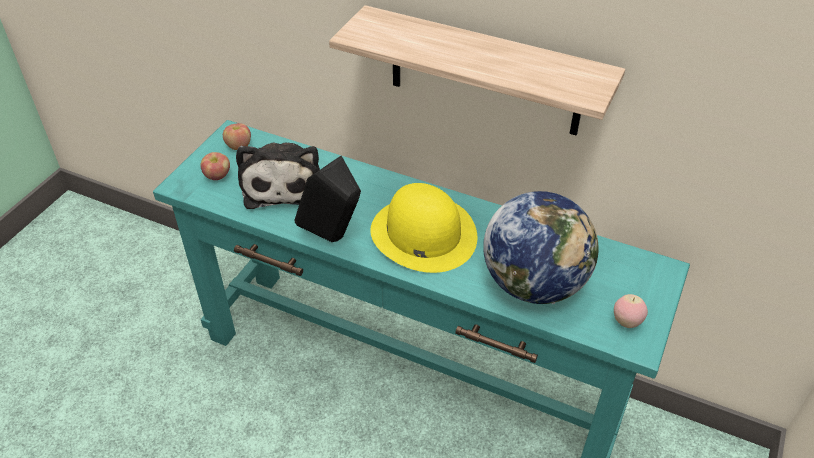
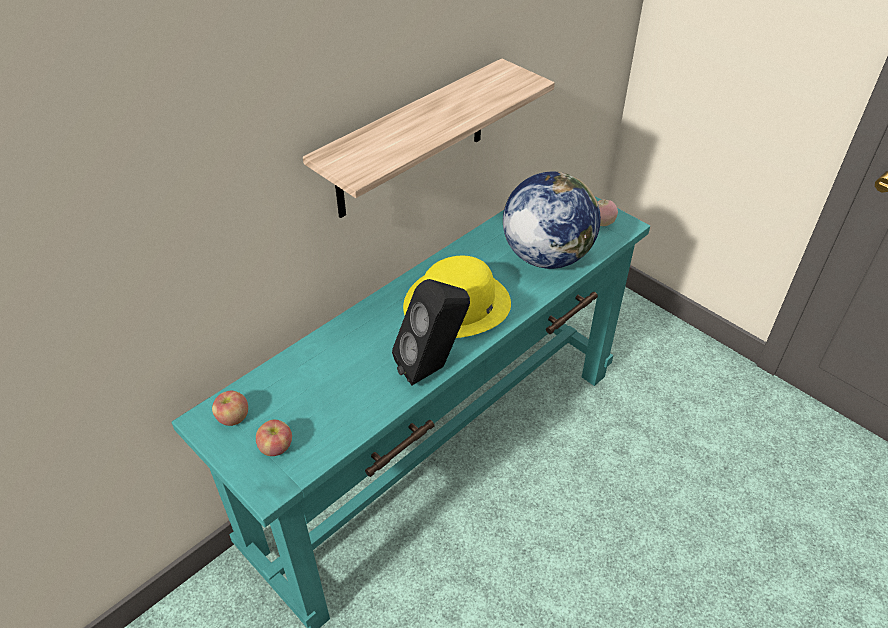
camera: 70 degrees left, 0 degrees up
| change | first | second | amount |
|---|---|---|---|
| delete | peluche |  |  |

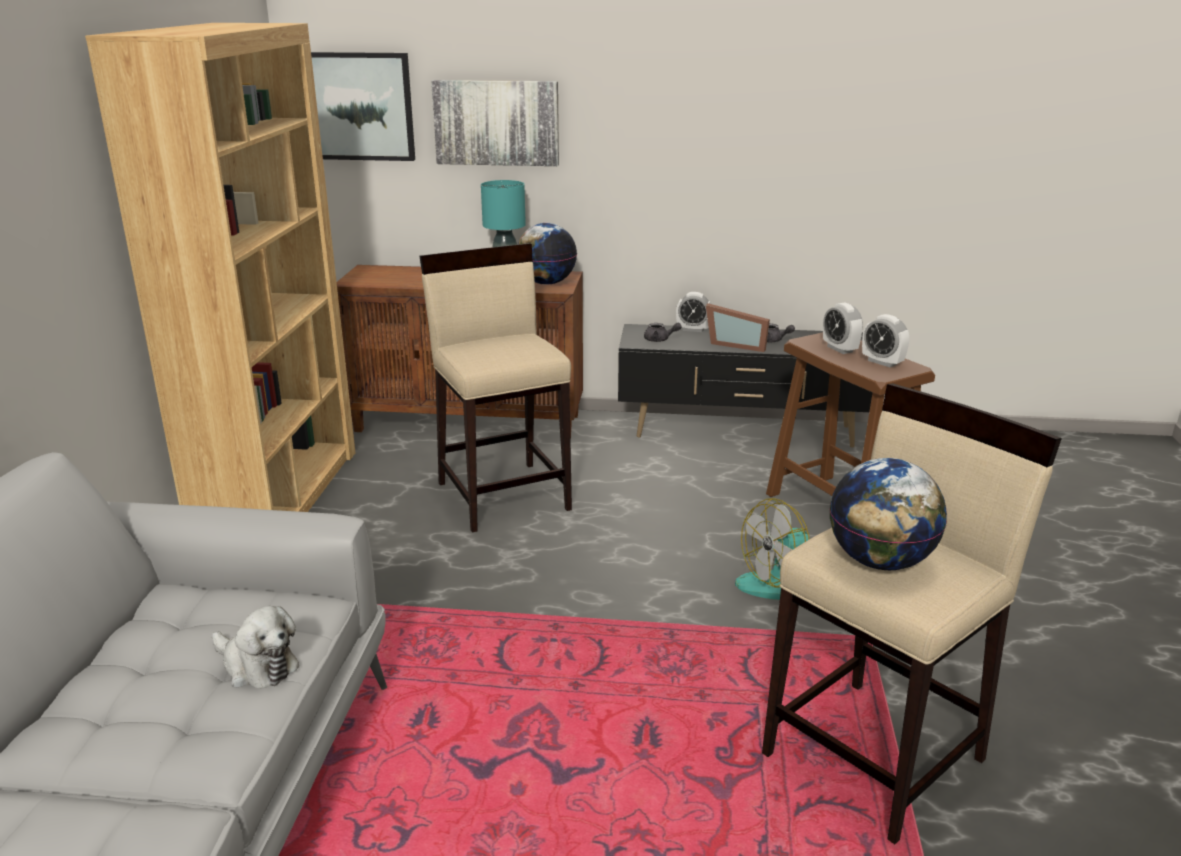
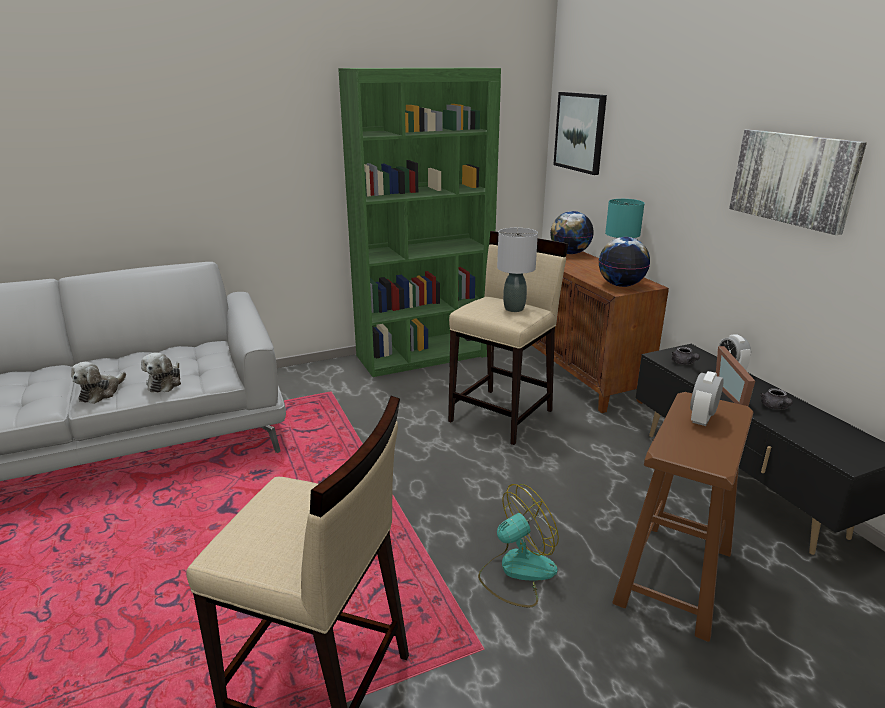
camera: 60 degrees right, 0 degrees up
| change | first | second | amount |
|---|---|---|---|
| recolor | estantería/marrón | estantería/verde |  |
| move | cuadro (2nd from left) |  |  |
| rotate | ventilador |  | 120 degrees clockwise |
| move | globo terráqueo (2nd from left in the first image) | globo terráqueo (1st from left) |  |
| delete | despertador (3rd from left) |  |  |
| insert |  | peluche (1st from left) |  |
| insert |  | lámpara de mesa/gris |  |

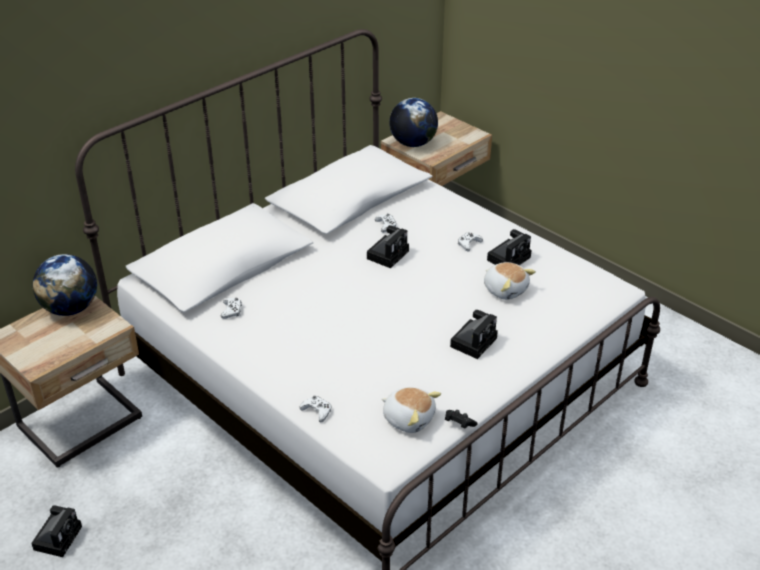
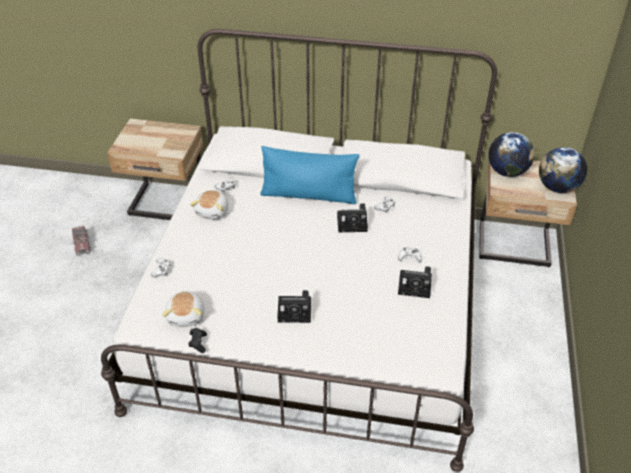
camera: 55 degrees right, 5 degrees up
| change | first | second | amount |
|---|---|---|---|
| replace | cámara (1st from left) | camión de juguete |  |
| move | globo terráqueo (1st from left in the first image) | globo terráqueo (2nd from left) |  |
| move | peluche (2nd from left) |  |  |
| insert |  | cojín/azul |  |

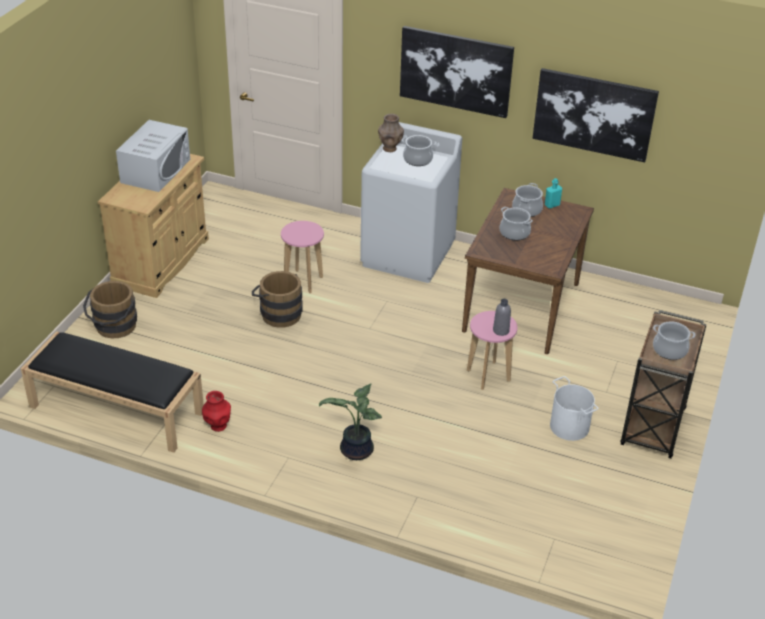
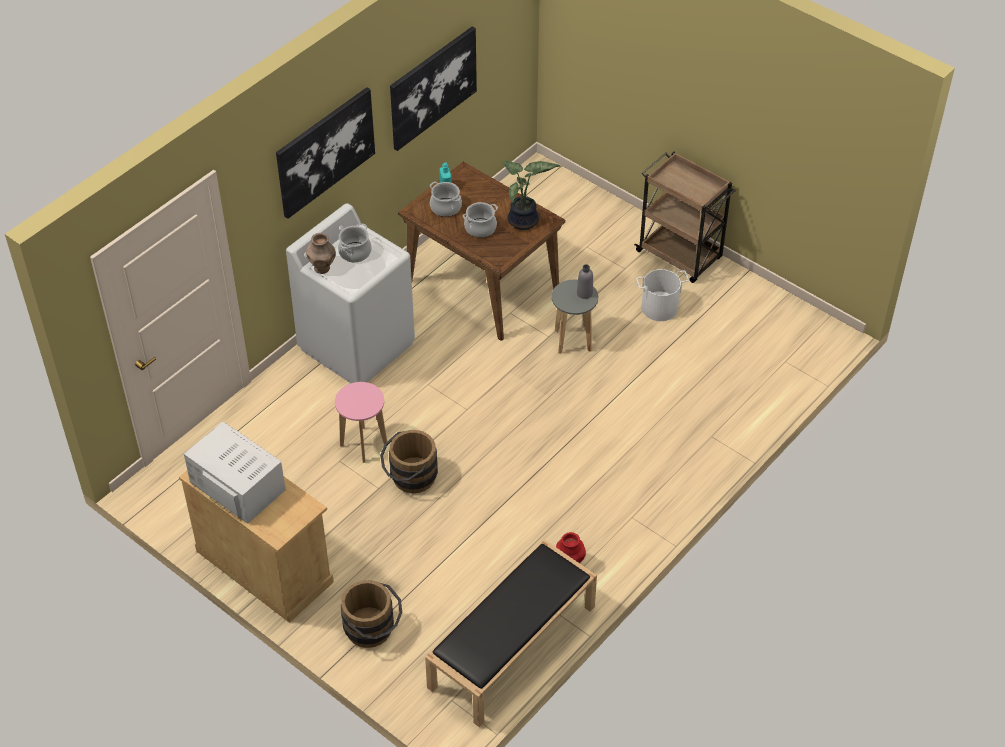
camera: 70 degrees left, 10 degrees up
| change | first | second | amount |
|---|---|---|---|
| move | planta en maceta |  |  |
| recolor | taburete/rosa (2nd from left) | taburete/gris |  |
| delete | olla (4th from left) |  |  |

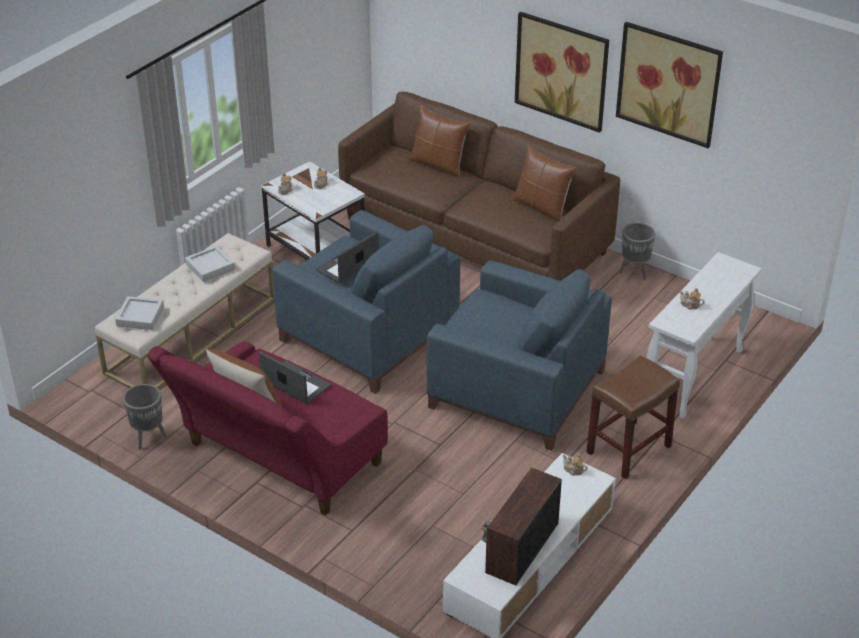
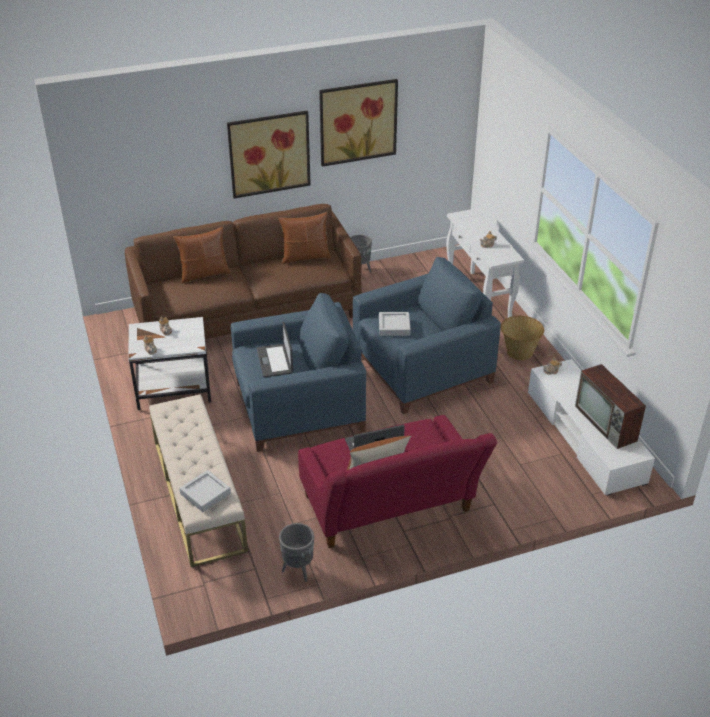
camera: 55 degrees left, 0 degrees up
| change | first | second | amount |
|---|---|---|---|
| move | bandeja/gris (2nd from left) |  |  |
| replace | taburete/marrón | cesta |  |

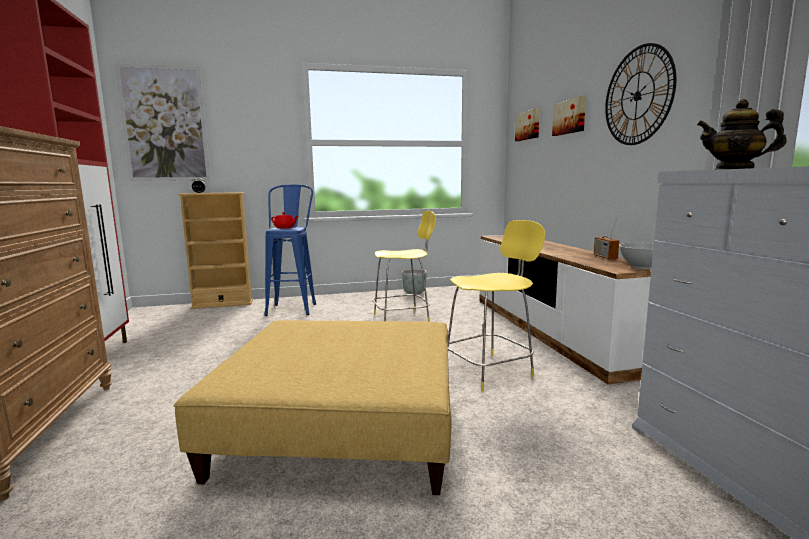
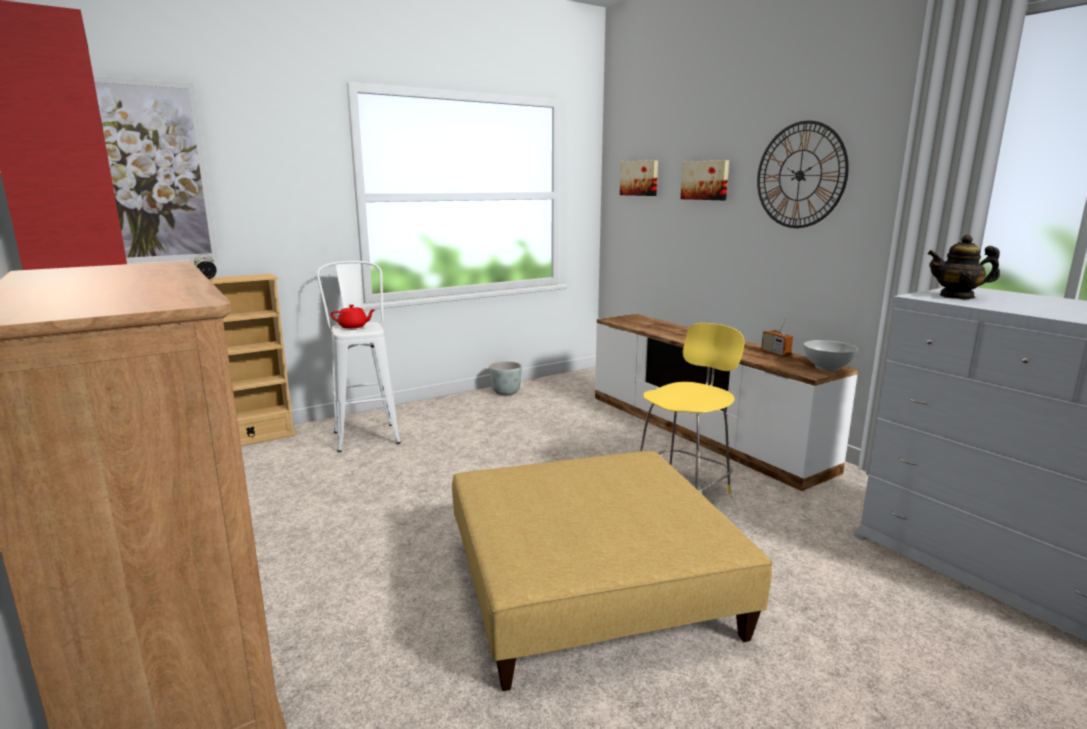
camera: 20 degrees left, 5 degrees up
| change | first | second | amount |
|---|---|---|---|
| recolor | taburete/azul | taburete/blanco |  |
| delete | taburete/amarillo (1st from left) |  |  |

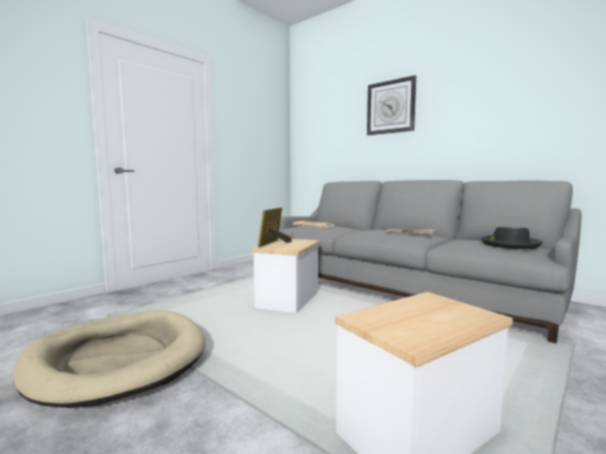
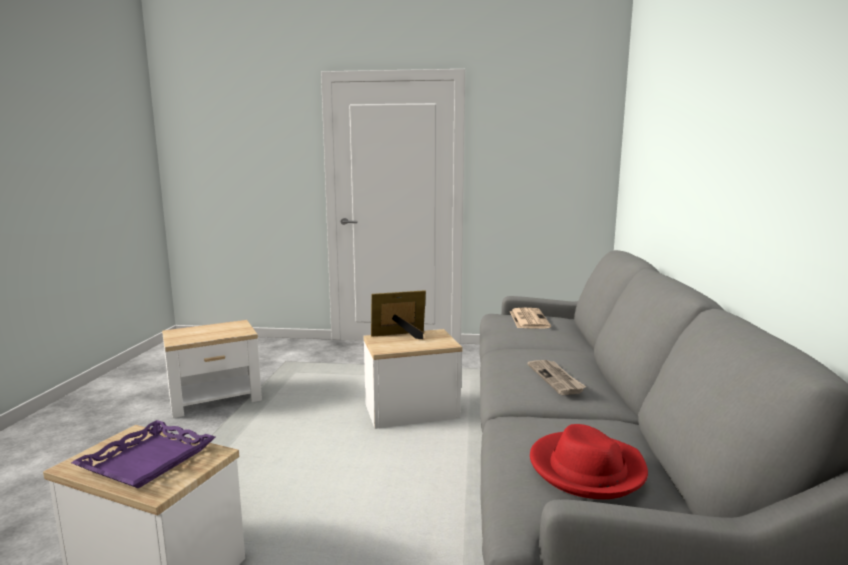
camera: 55 degrees right, 5 degrees up
| change | first | second | amount |
|---|---|---|---|
| replace | cama para perro/beis | mesa auxiliar (2nd from left) |  |
| delete | reloj de pared |  |  |
| recolor | sombrero/negro | sombrero/rojo |  |
| insert |  | bandeja/morado |  |

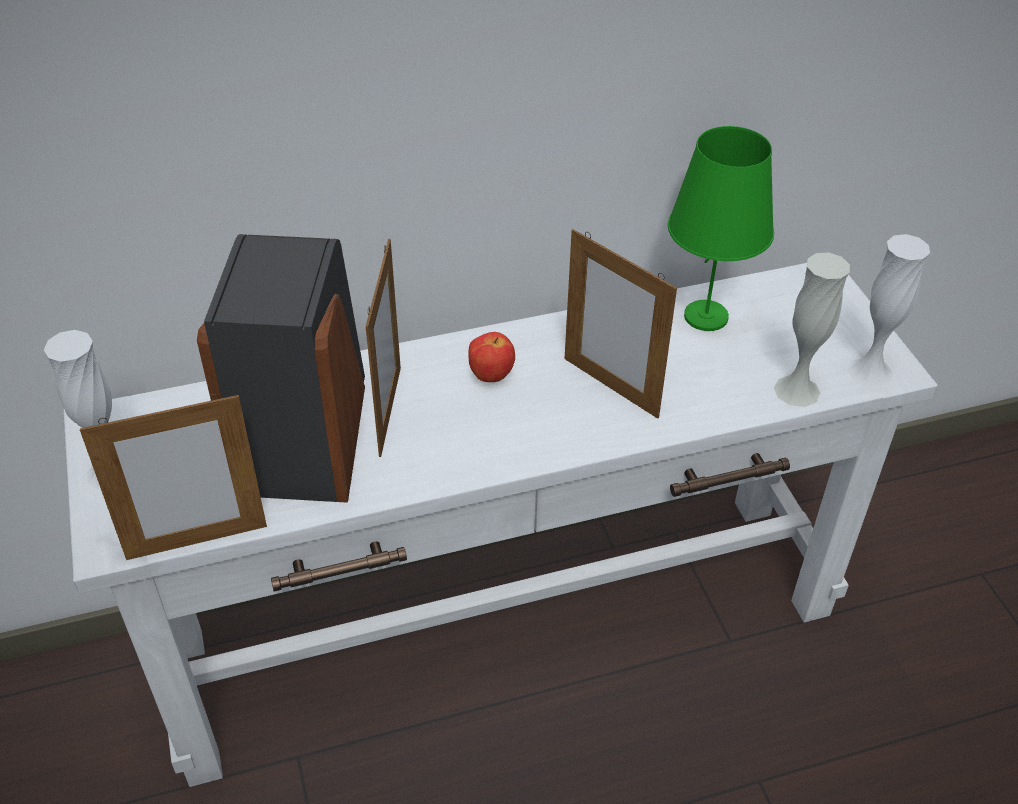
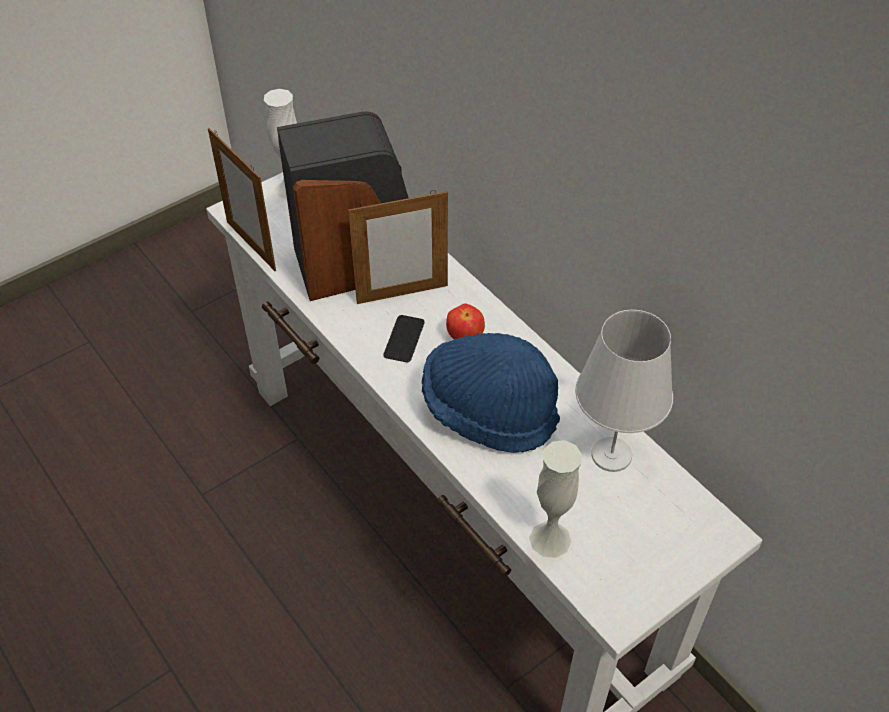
camera: 70 degrees right, 5 degrees up
| change | first | second | amount |
|---|---|---|---|
| replace | portarretratos (3rd from left) | sombrero/azul |  |
| recolor | lámpara de mesa/verde | lámpara de mesa/blanco |  |
| delete | florero/blanco (3rd from left) |  |  |
| insert |  | móvil |  |

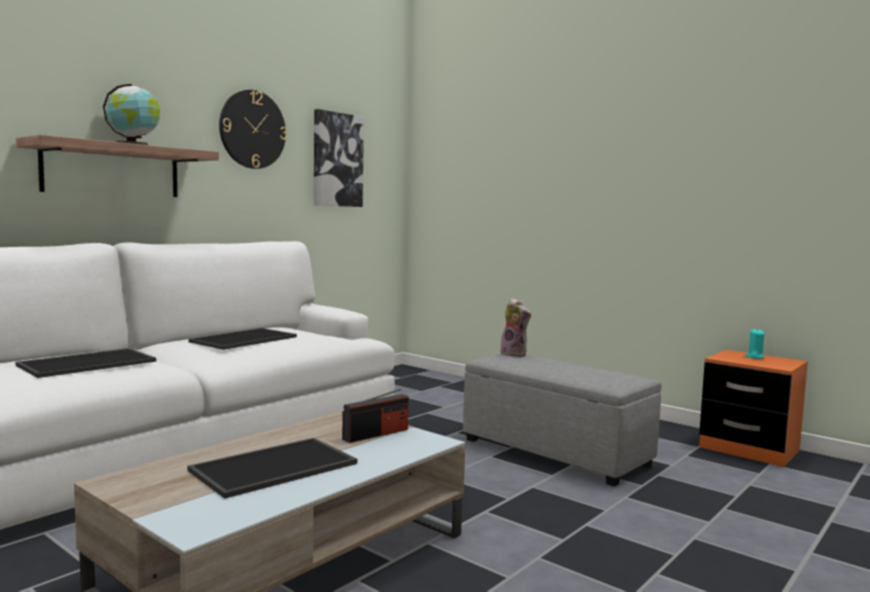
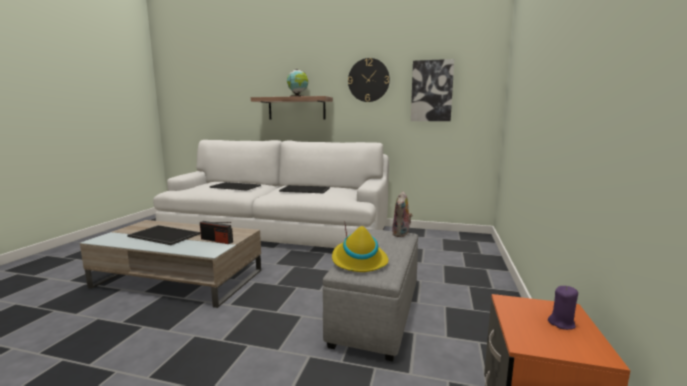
camera: 65 degrees right, 5 degrees up
| change | first | second | amount |
|---|---|---|---|
| recolor | vela/turquesa | vela/morado |  |
| insert |  | sombrero/amarillo |  |

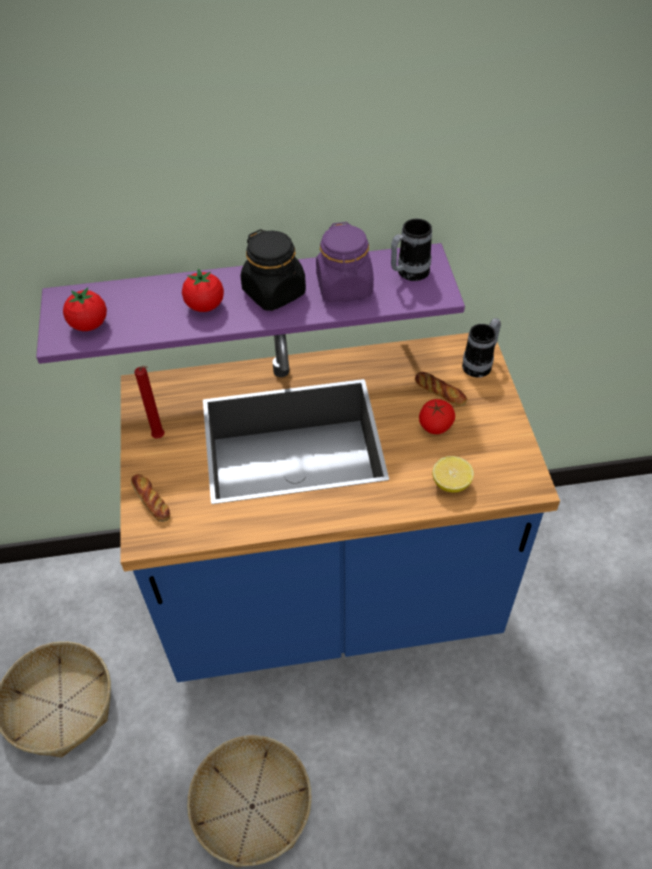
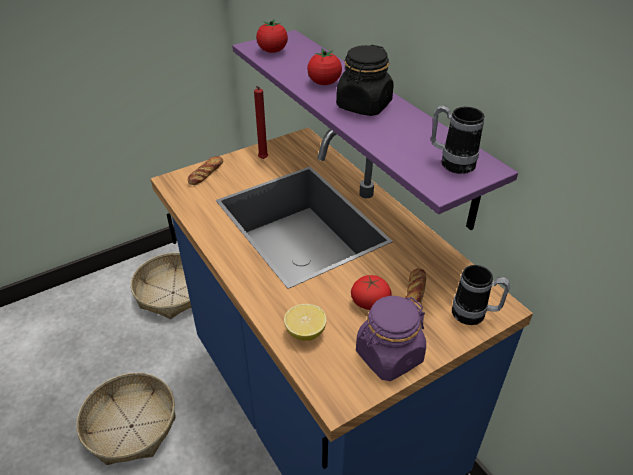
camera: 65 degrees right, 10 degrees down
| change | first | second | amount |
|---|---|---|---|
| move | tarro/morado |  |  |

